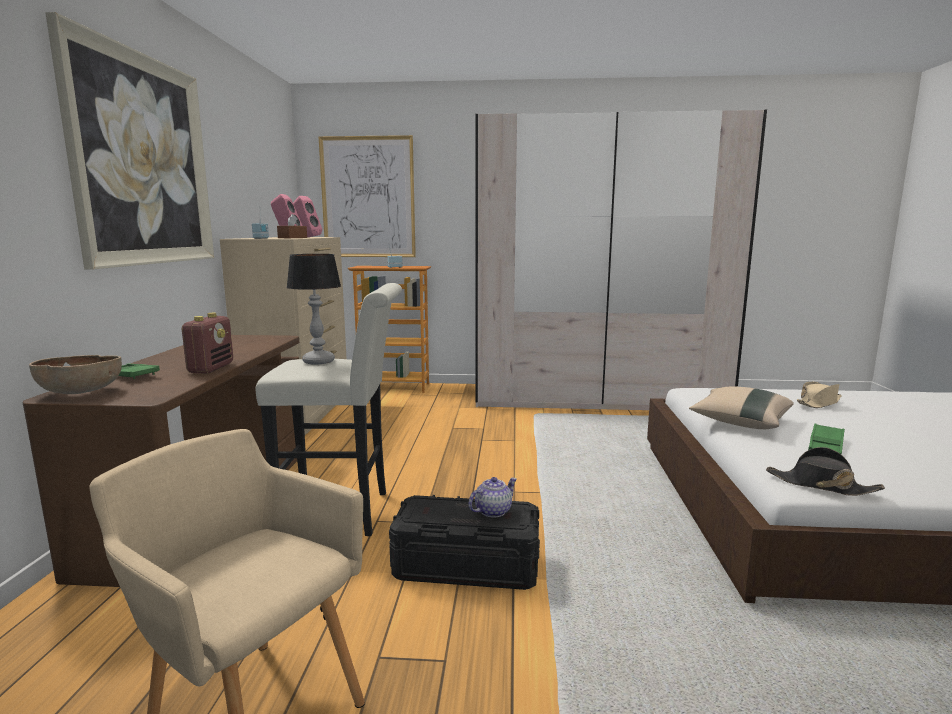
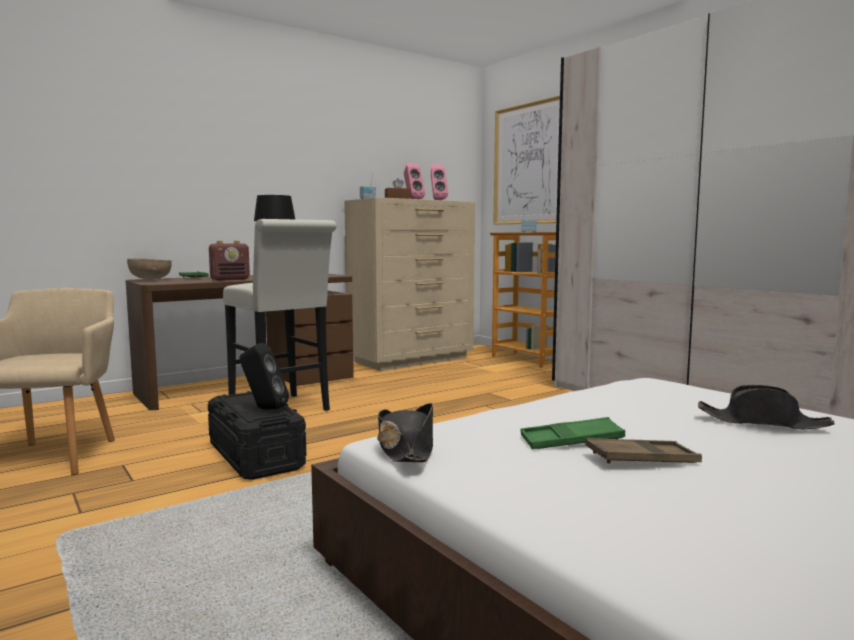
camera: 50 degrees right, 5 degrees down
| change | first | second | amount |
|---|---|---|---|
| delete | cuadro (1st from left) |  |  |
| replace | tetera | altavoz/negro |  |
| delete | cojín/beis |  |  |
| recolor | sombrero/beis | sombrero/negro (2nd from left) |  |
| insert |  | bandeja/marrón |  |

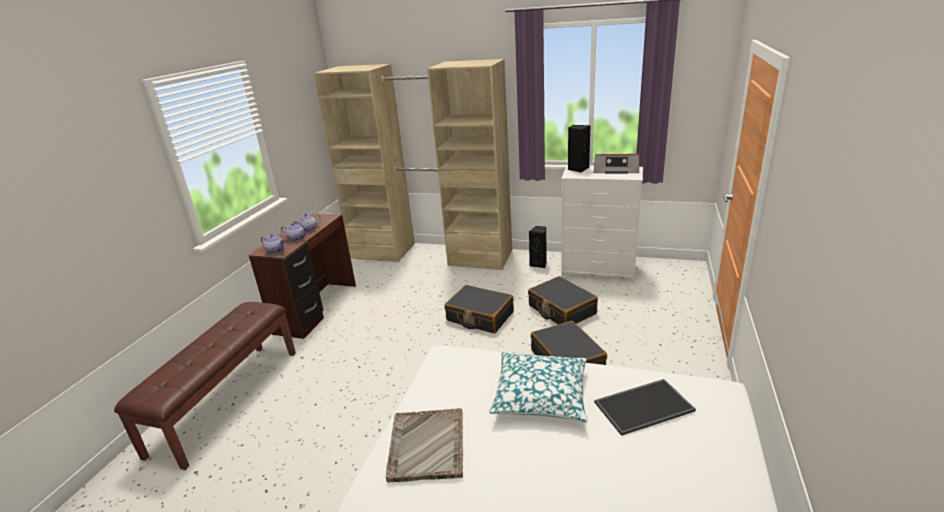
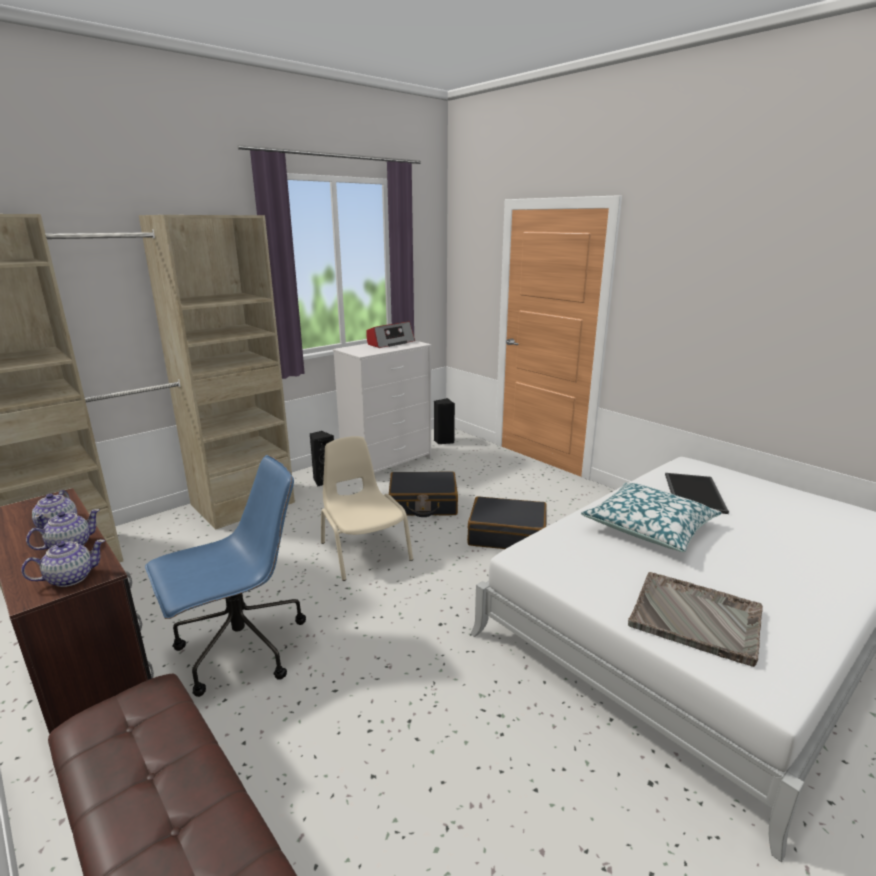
camera: 60 degrees left, 5 degrees down
| change | first | second | amount |
|---|---|---|---|
| replace | maleta/negro (1st from left) | silla/beis |  |
| move | altavoz/negro (2nd from left) |  |  |
| insert |  | silla de oficina/azul |  |

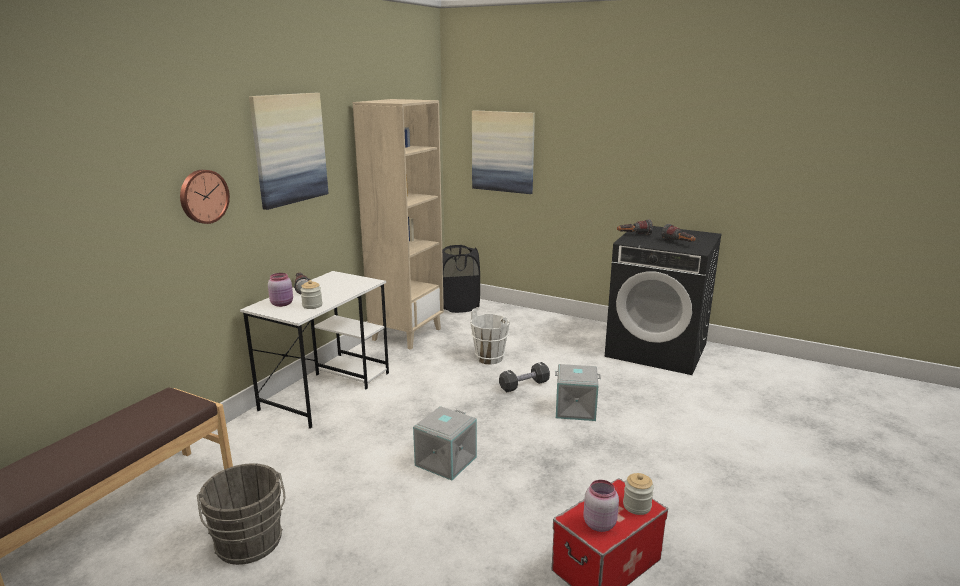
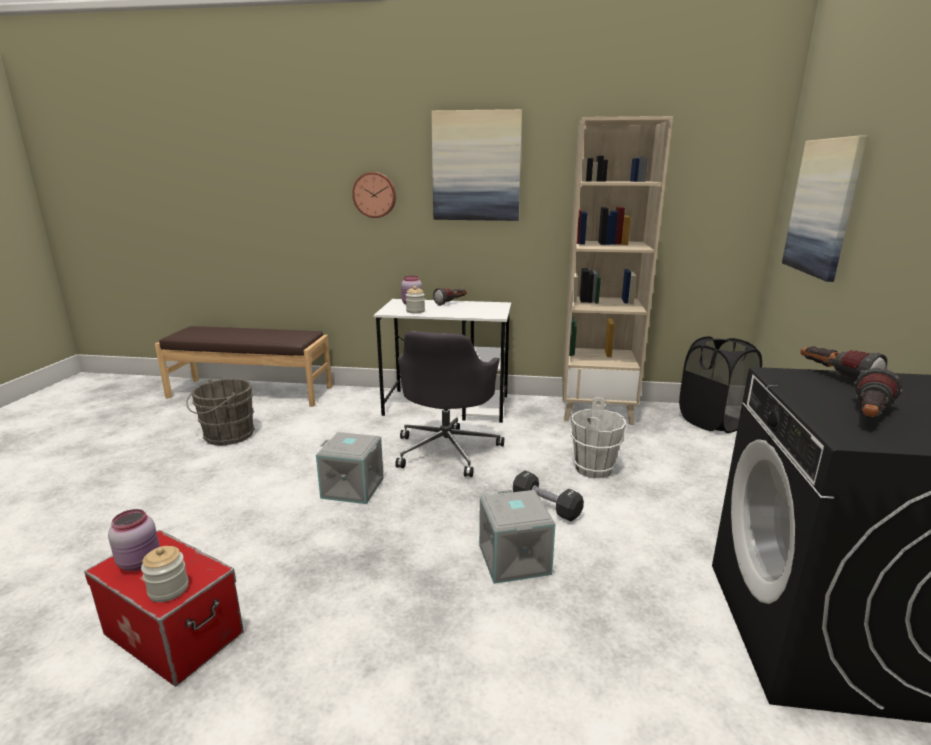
camera: 70 degrees right, 0 degrees up
| change | first | second | amount |
|---|---|---|---|
| insert |  | silla de oficina/gris |  |

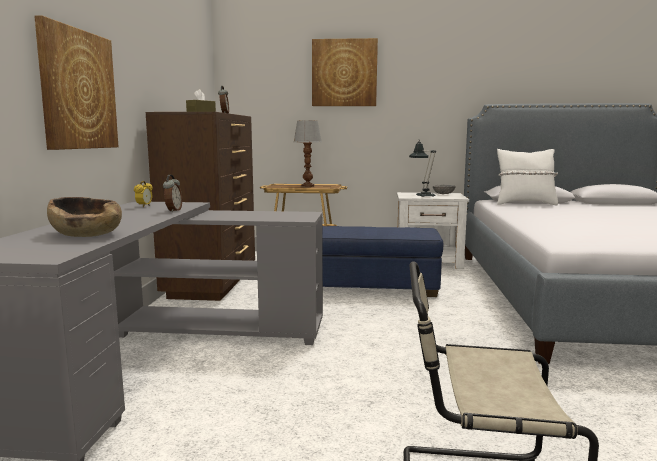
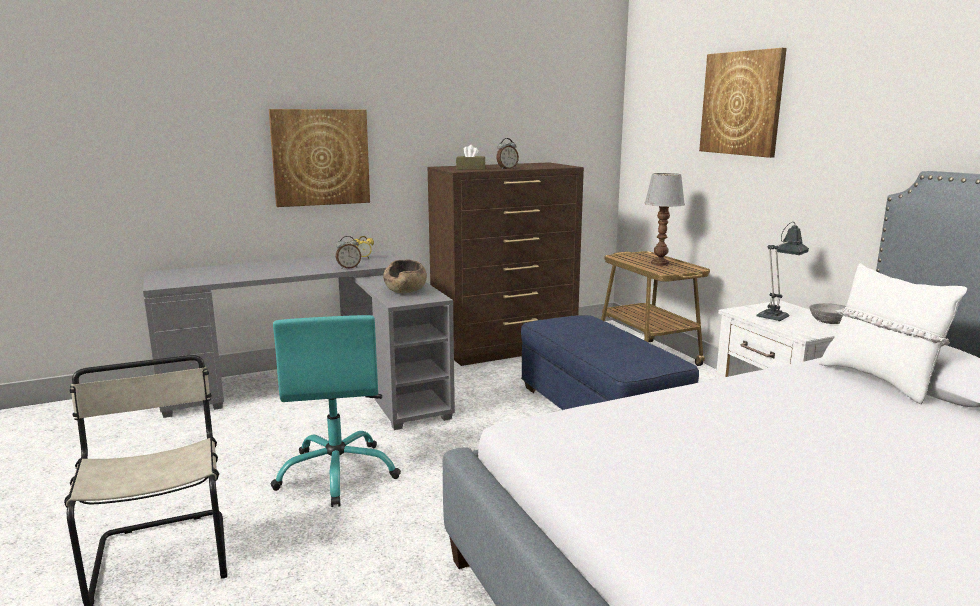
camera: 60 degrees right, 5 degrees up
| change | first | second | amount |
|---|---|---|---|
| move | cuenco/marrón |  |  |
| insert |  | silla de oficina/turquesa |  |

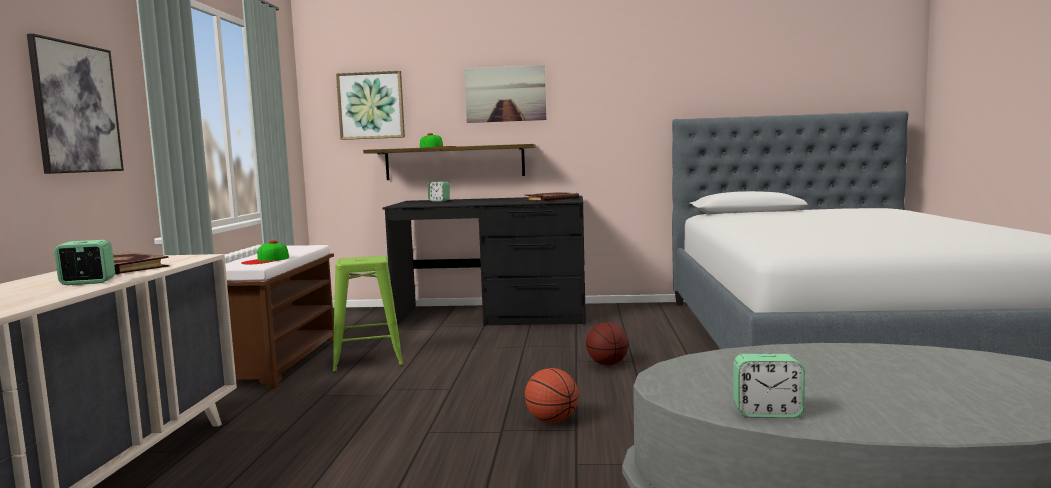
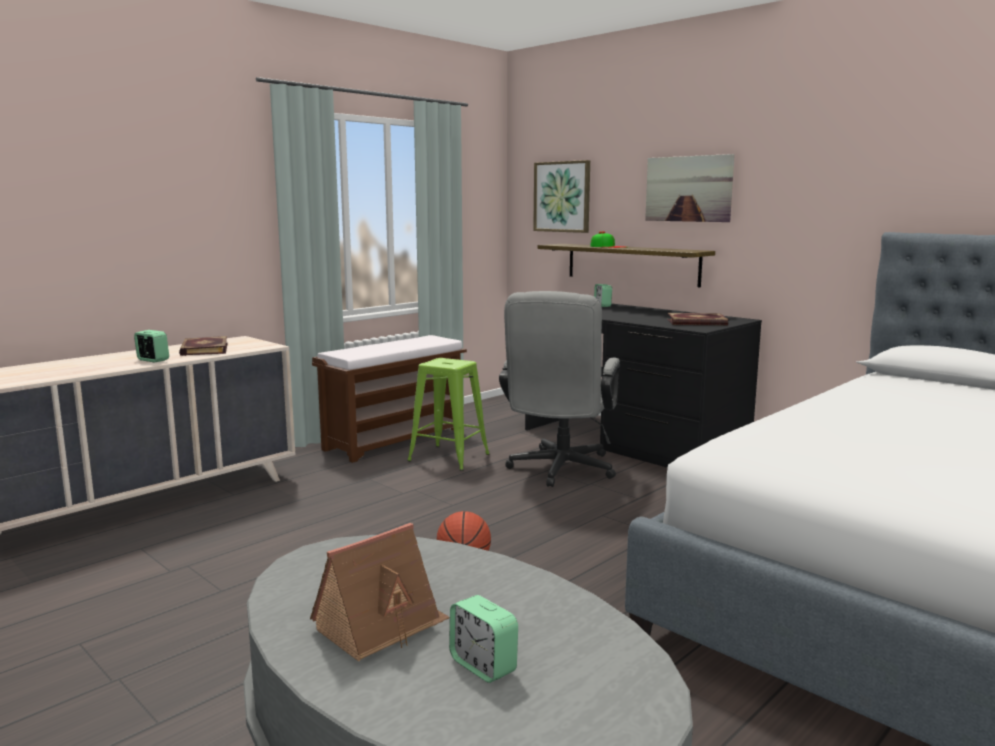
camera: 40 degrees right, 5 degrees up
| change | first | second | amount |
|---|---|---|---|
| delete | cuadro (1st from left) |  |  |
| delete | gorra (1st from left) |  |  |
| delete | balón de baloncesto (2nd from left) |  |  |
| move | despertador (3rd from left in the first image) | despertador (2nd from left) |  |
| insert |  | casita |  |
| insert |  | silla de oficina/gris |  |

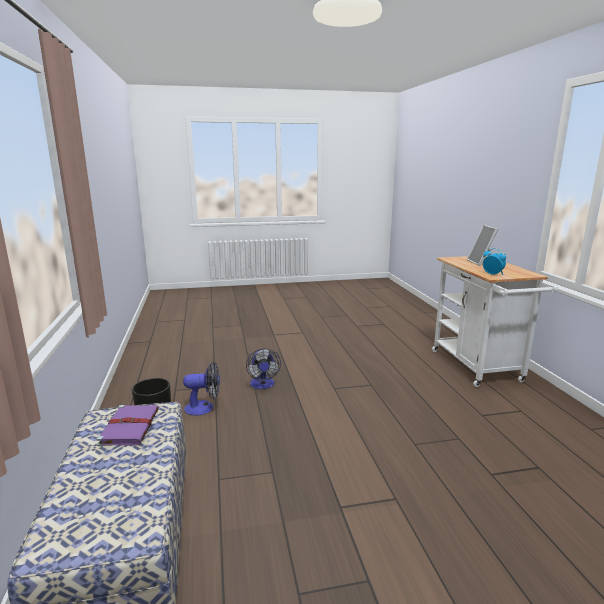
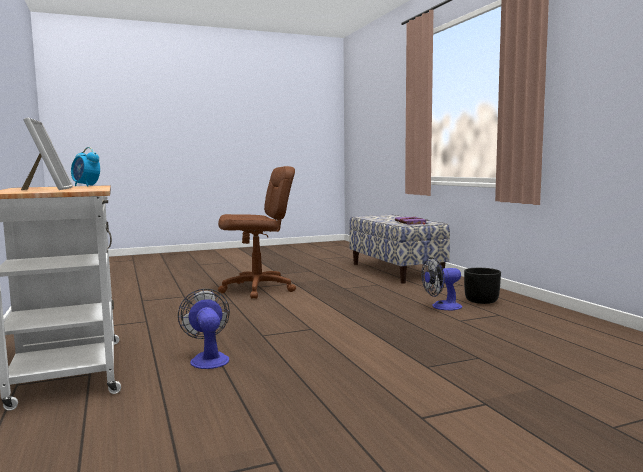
camera: 170 degrees right, 10 degrees down
| change | first | second | amount |
|---|---|---|---|
| move | ventilador (2nd from left in the first image) | ventilador (1st from left) |  |
| insert |  | silla de oficina/marrón |  |

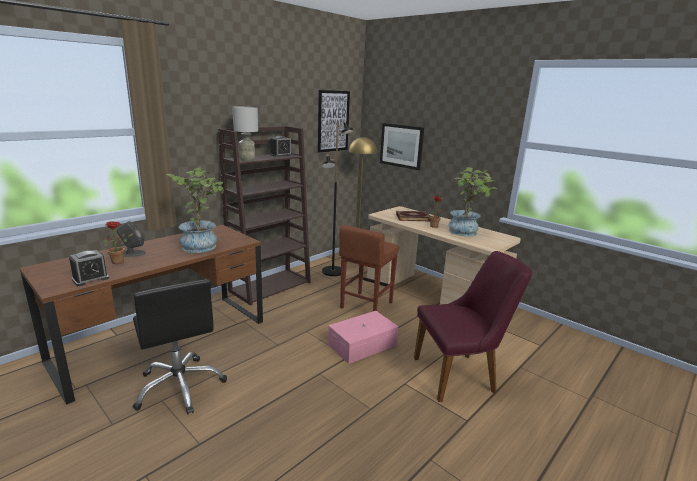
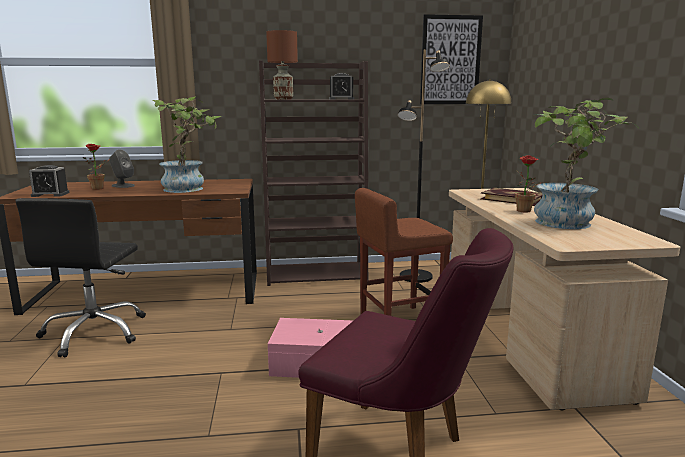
camera: 40 degrees right, 5 degrees down
| change | first | second | amount |
|---|---|---|---|
| recolor | lámpara de mesa/gris | lámpara de mesa/marrón |  |
| delete | cuadro (2nd from left) |  |  |

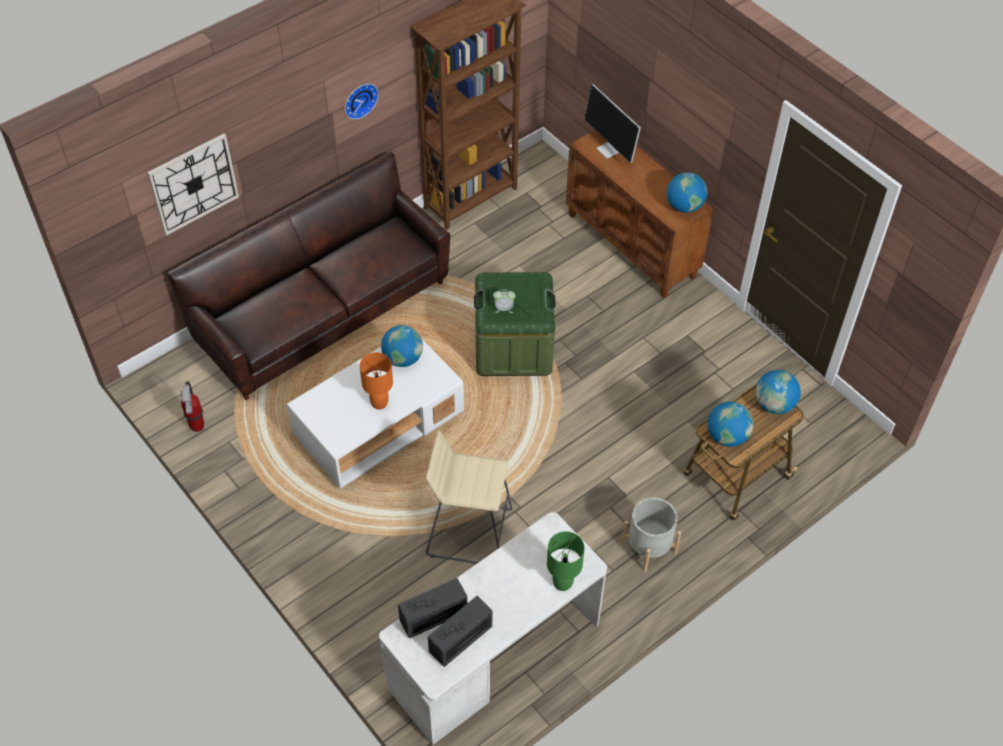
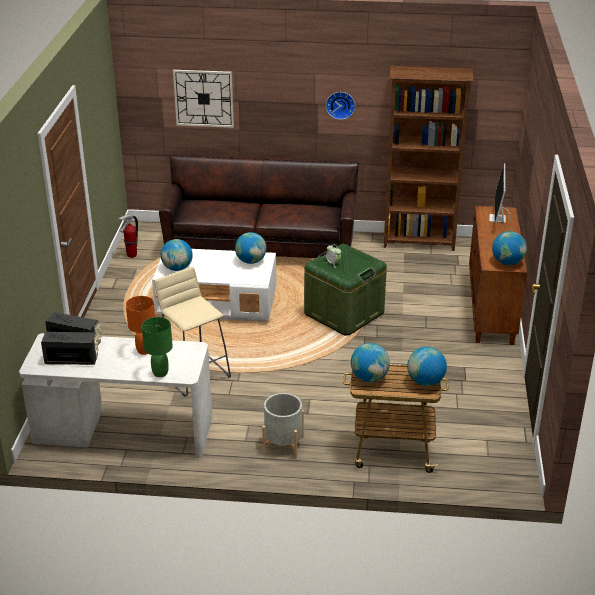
camera: 45 degrees right, 20 degrees down
| change | first | second | amount |
|---|---|---|---|
| move | lámpara de mesa/naranja |  |  |
| insert |  | globo terráqueo (1st from left) |  |

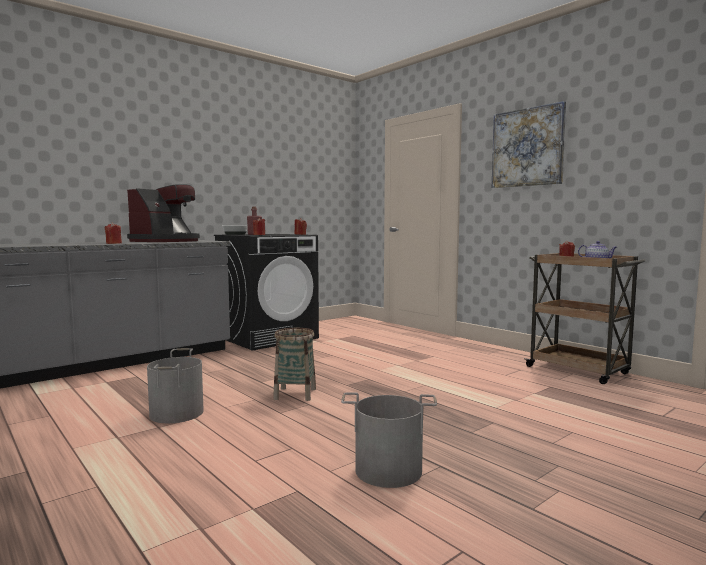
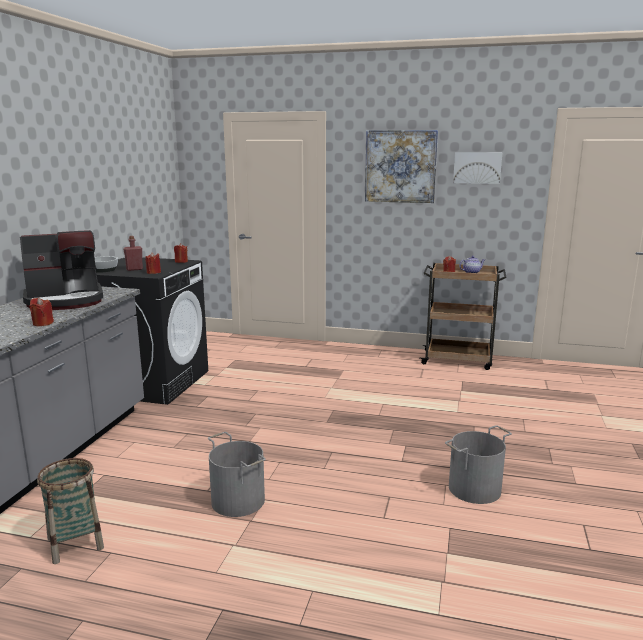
camera: 35 degrees left, 10 degrees up
| change | first | second | amount |
|---|---|---|---|
| rotate | cafetera |  | 75 degrees clockwise |
| move | cesta |  |  |
| insert |  | cuadro (2nd from left) |  |

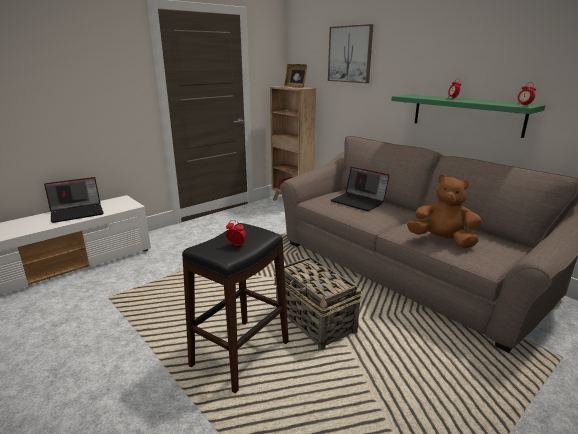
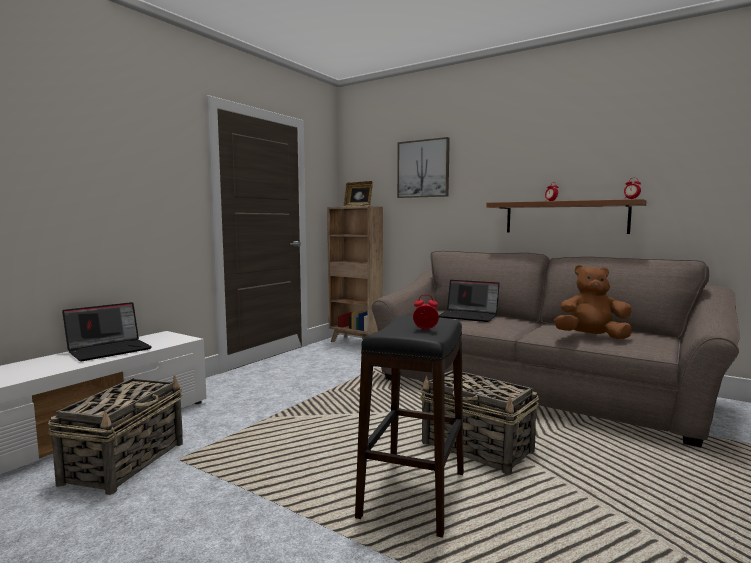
camera: 15 degrees left, 15 degrees down
| change | first | second | amount |
|---|---|---|---|
| recolor | estante/verde | estante/marrón |  |
| insert |  | cesta (1st from left) |  |

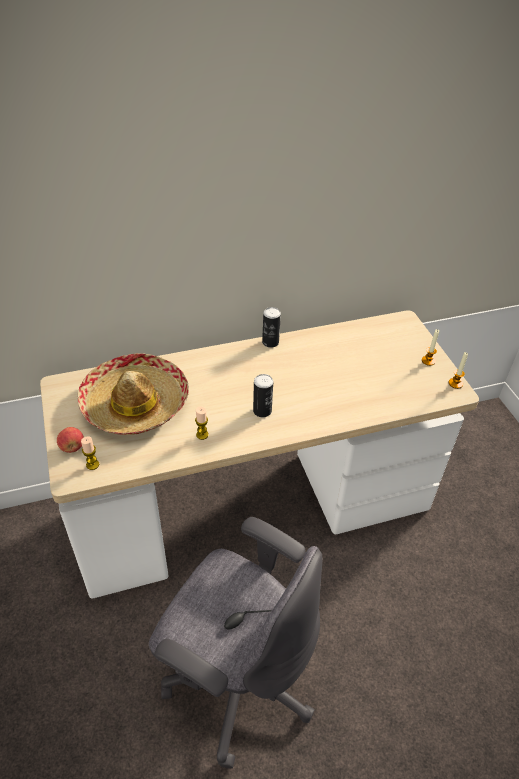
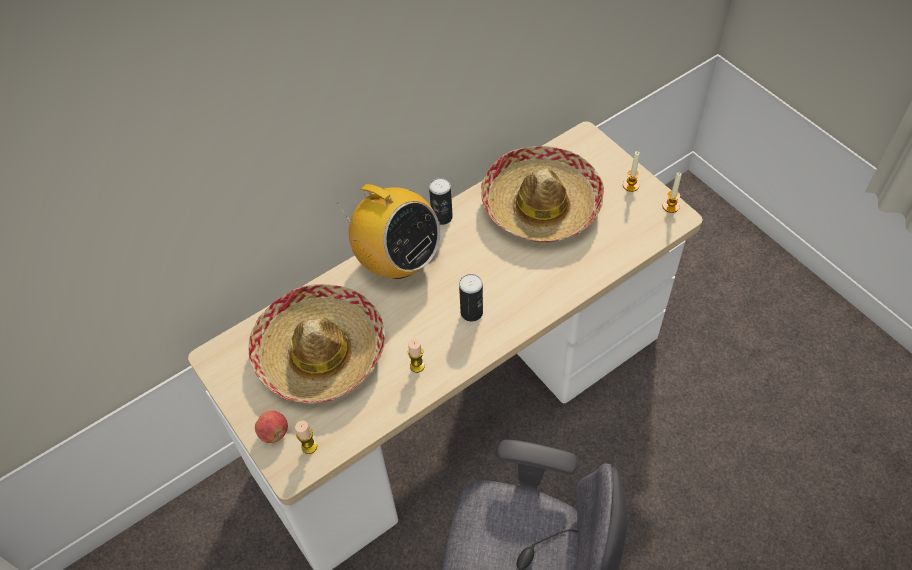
camera: 15 degrees left, 10 degrees up
| change | first | second | amount |
|---|---|---|---|
| insert |  | radio |  |
| insert |  | sombrero (2nd from left) |  |

